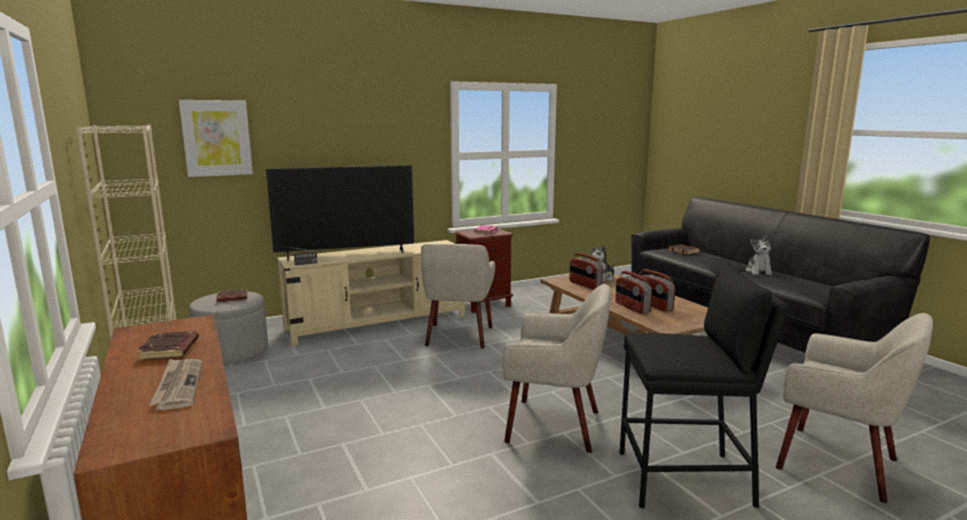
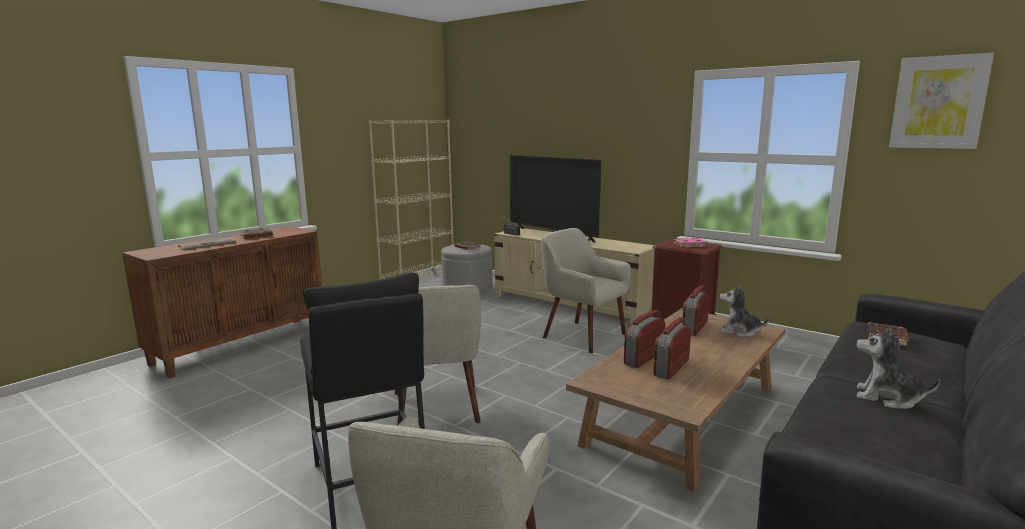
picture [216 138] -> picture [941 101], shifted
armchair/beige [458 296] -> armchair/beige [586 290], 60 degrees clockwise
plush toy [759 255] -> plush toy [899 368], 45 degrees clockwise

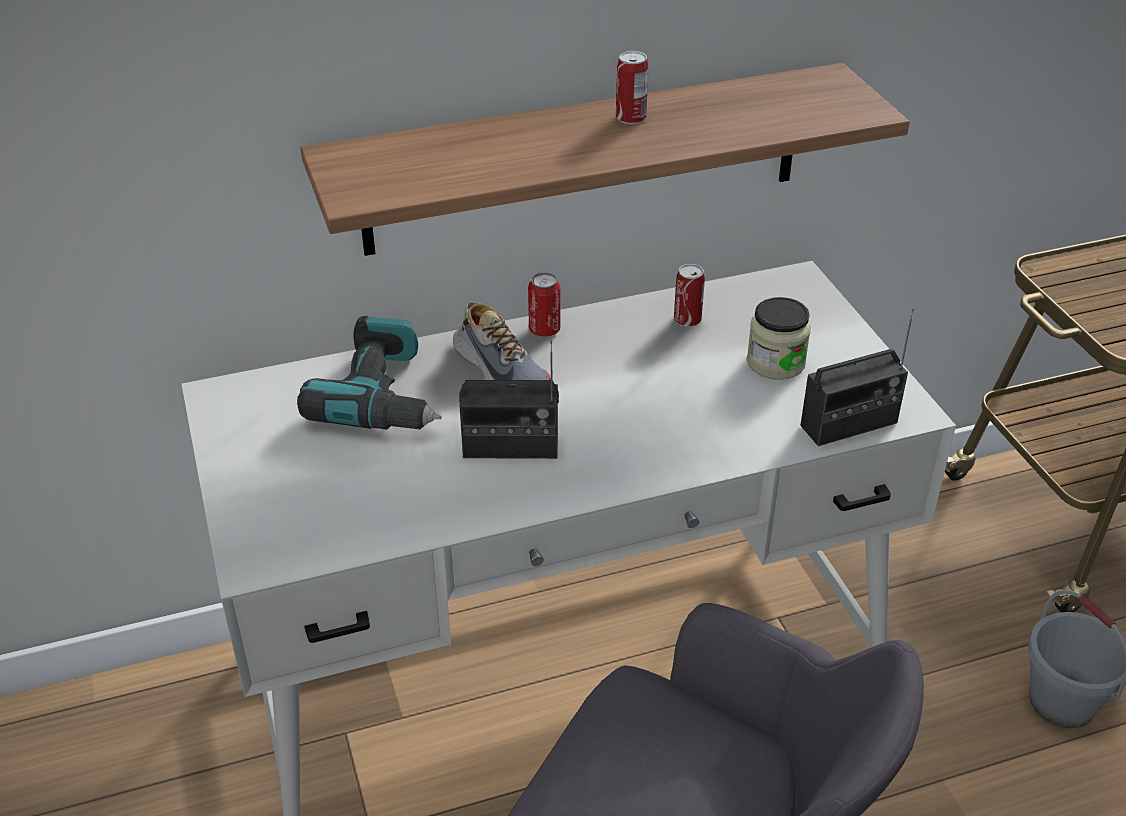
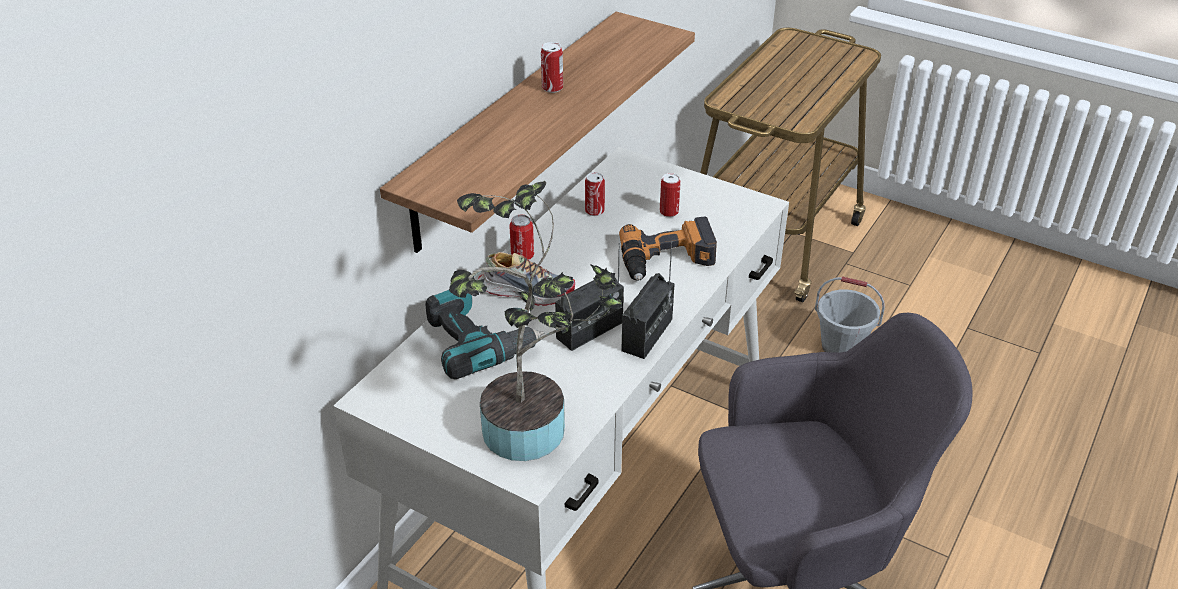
none -> potted plant [535 321]
none -> power drill [668 249]
radio [857 377] -> radio [647 300], shifted
jar [779 338] -> can [670 195]

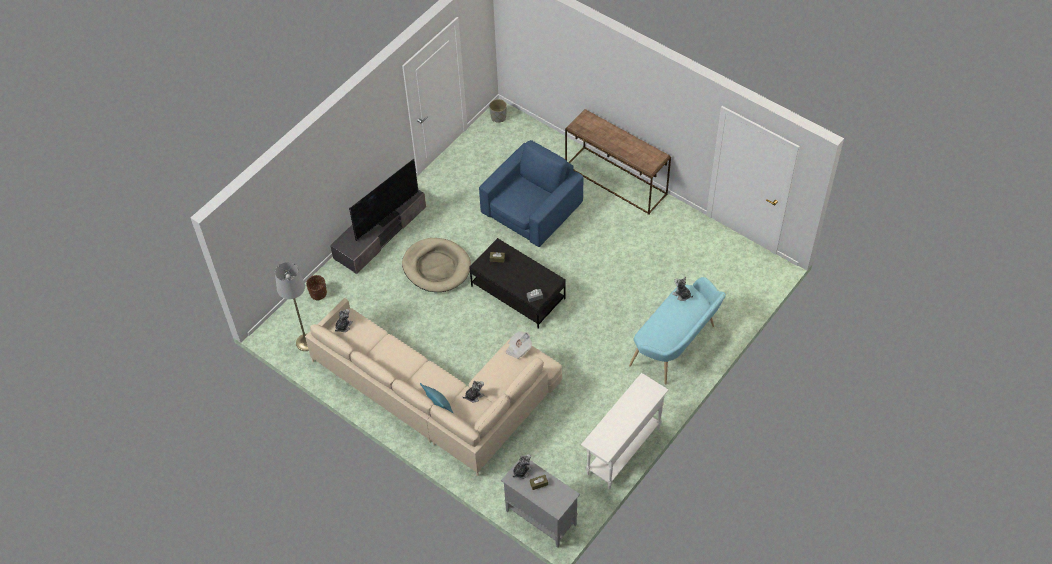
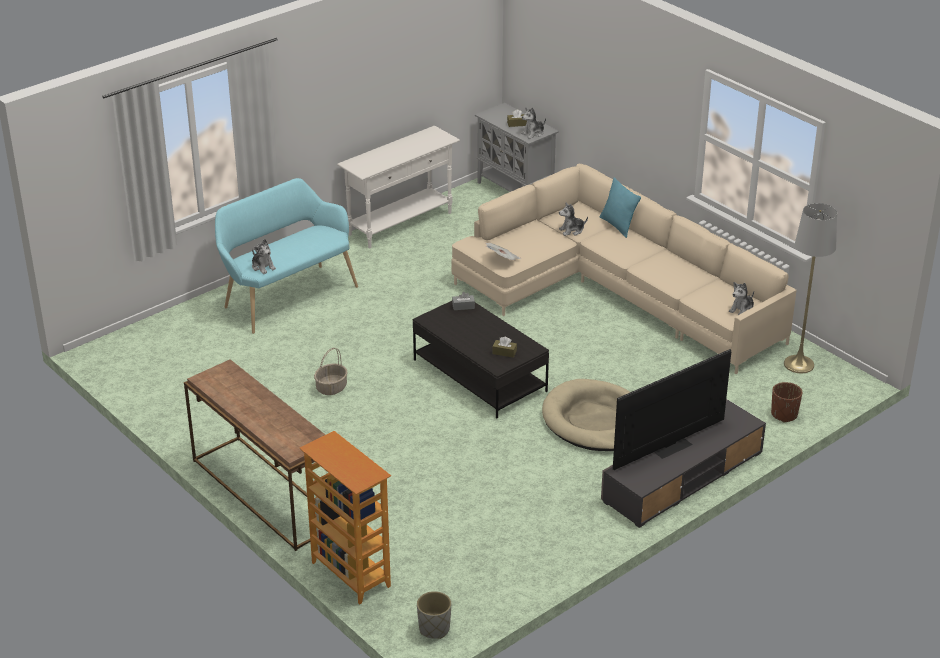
armchair/blue [531 193] -> none
none -> bookcase [345 518]
none -> basket [331 371]

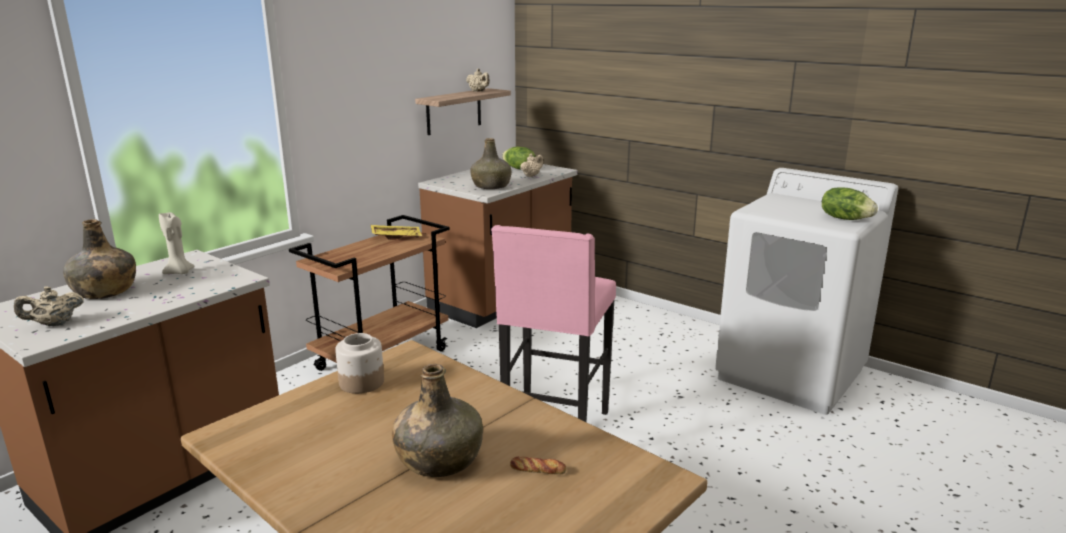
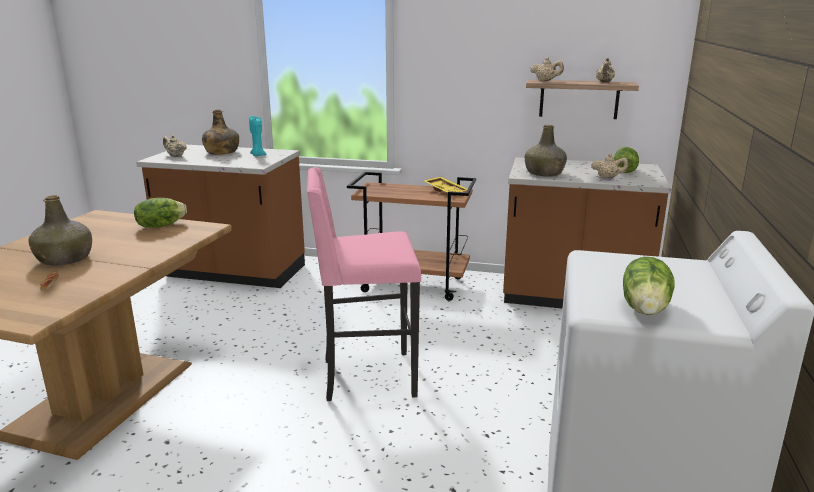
none -> teapot/beige [547 69]
jar [359 363] -> lettuce [160 213]
candle/beige [176 243] -> candle/turquoise [258 136]

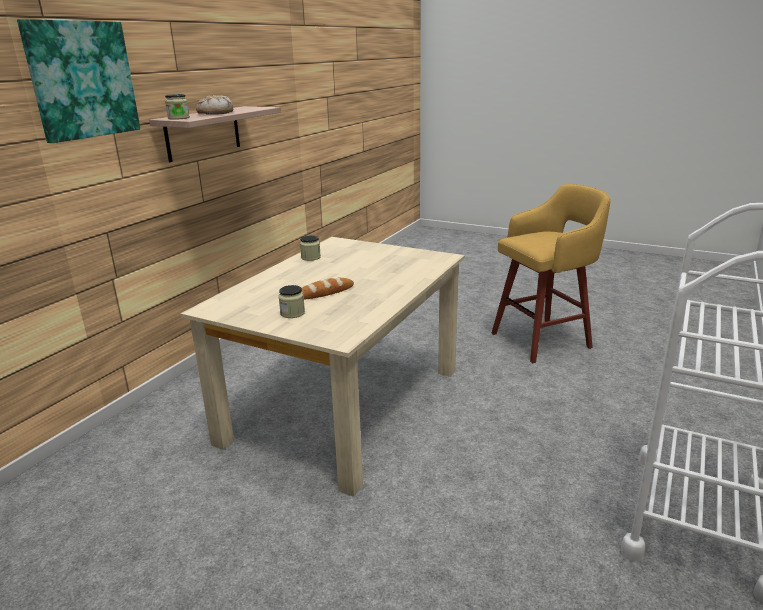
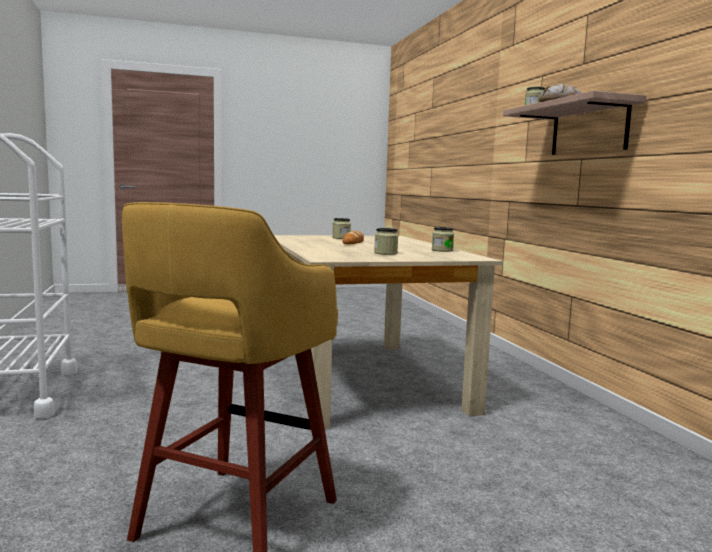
picture [78 81] -> none
none -> jar [386 241]

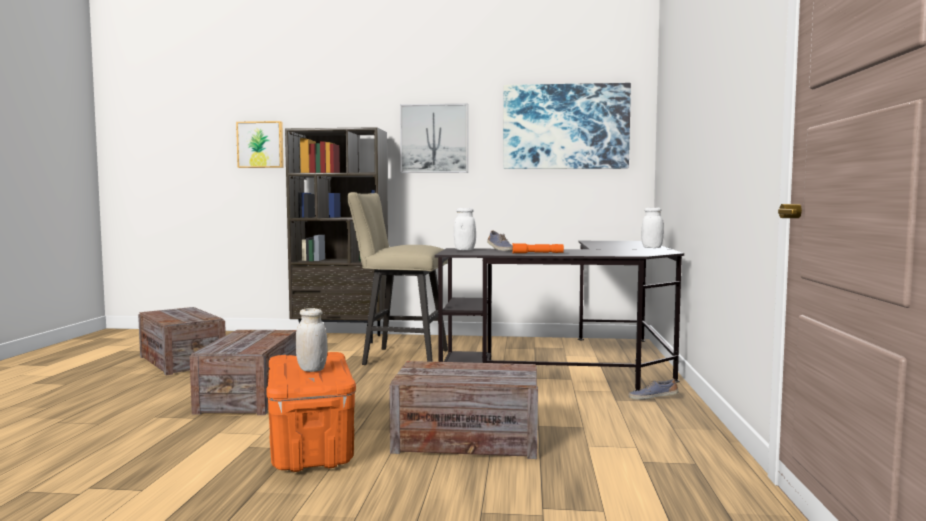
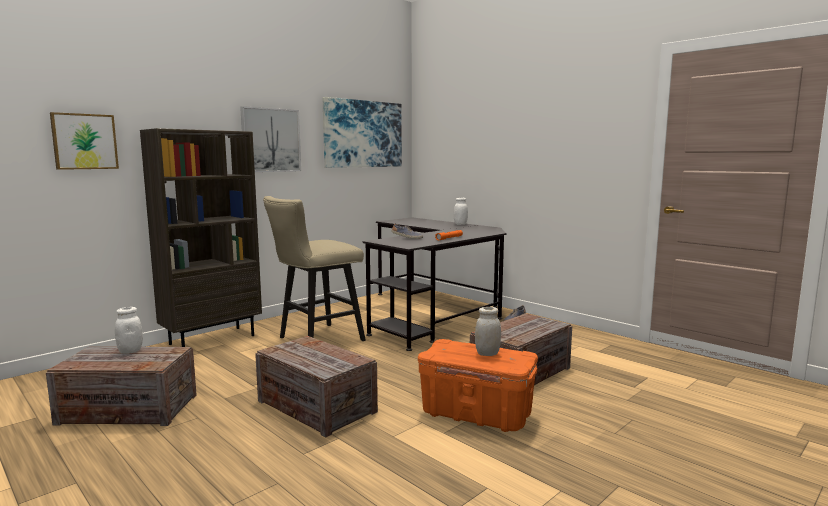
jar/white [465 229] -> jar/white [129 330], shifted

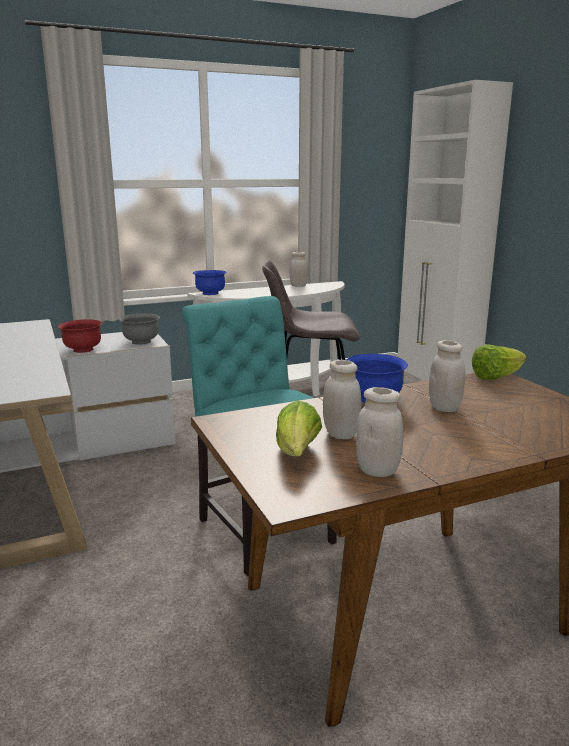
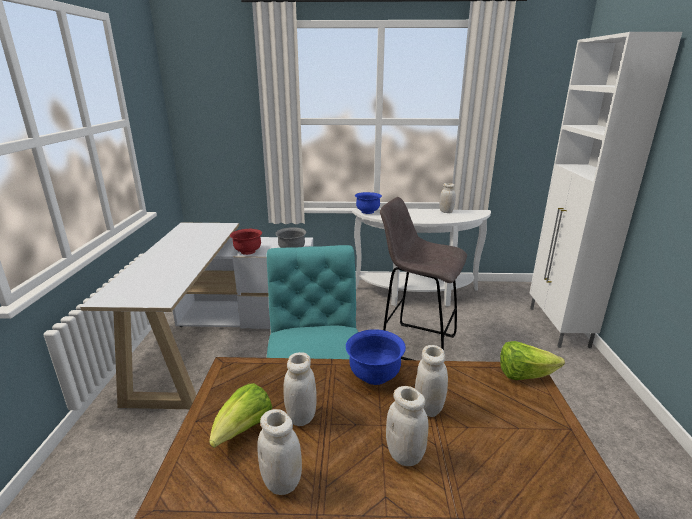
none -> jar/white [407 426]

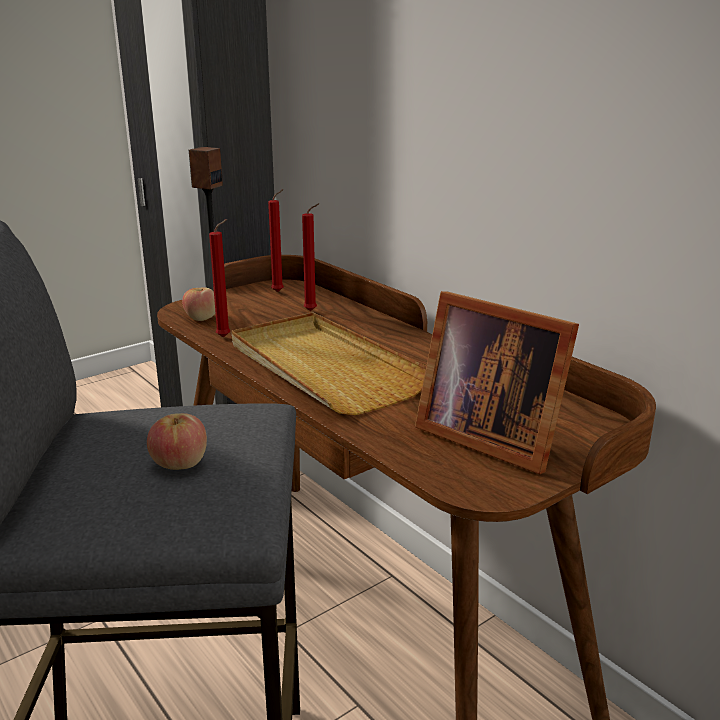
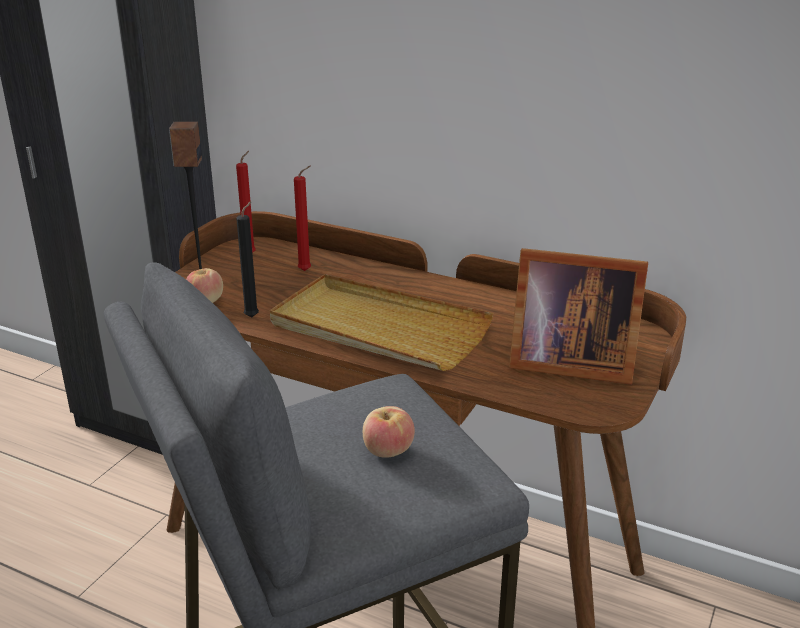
candle/red [219 278] -> candle/black [247 259]

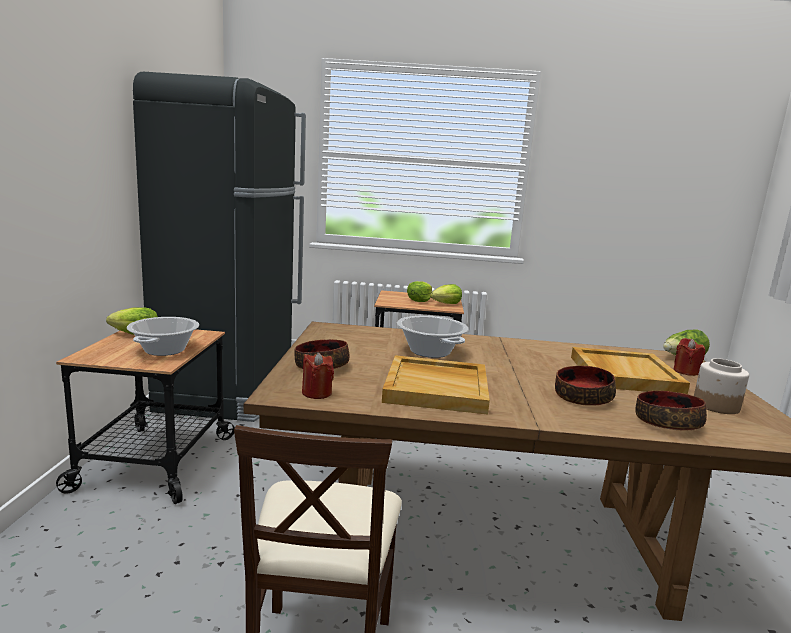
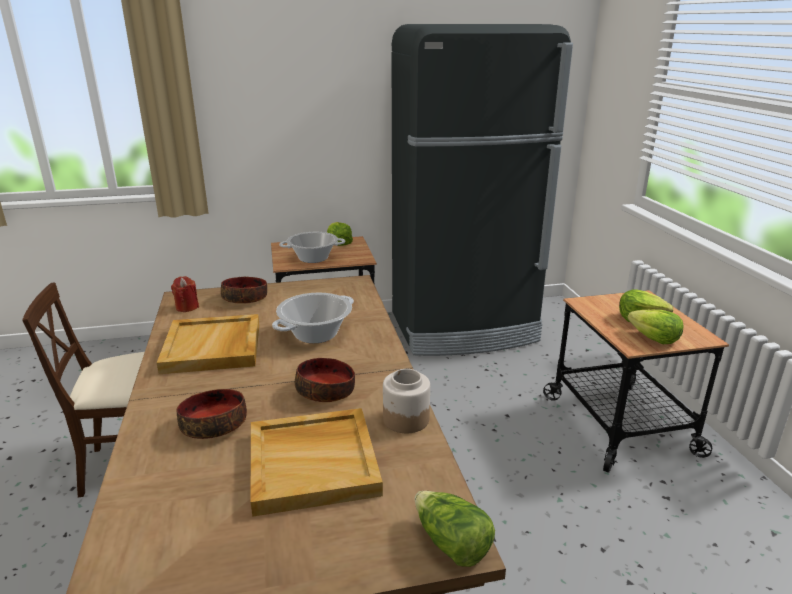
candle/red [689 357] -> none
bowl [671 410] -> bowl [325 380], shifted
jar [721 386] -> jar [406 401], shifted

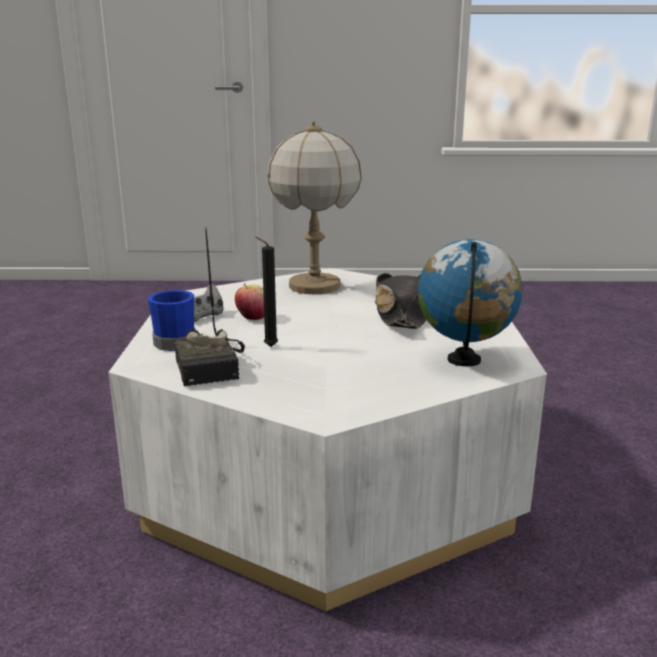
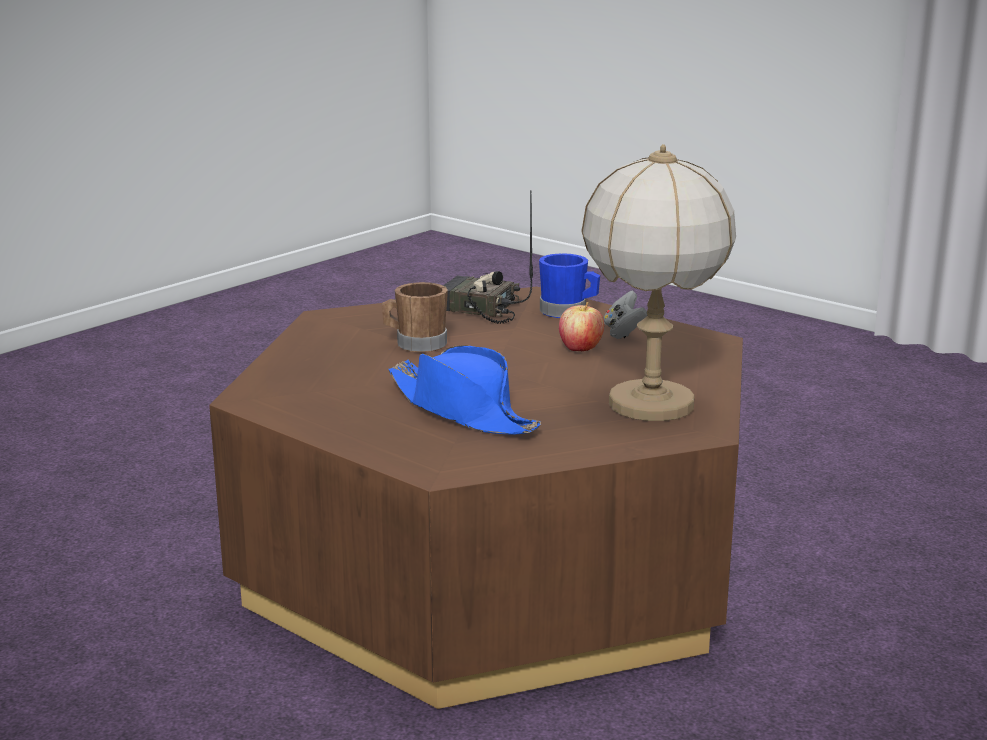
candle/black [266 292] -> none
globe [470 302] -> none
none -> mug/brown [415 317]
coffee table/white [327 439] -> coffee table/brown [476 497]
hat/black [400 301] -> hat/blue [464 390]

